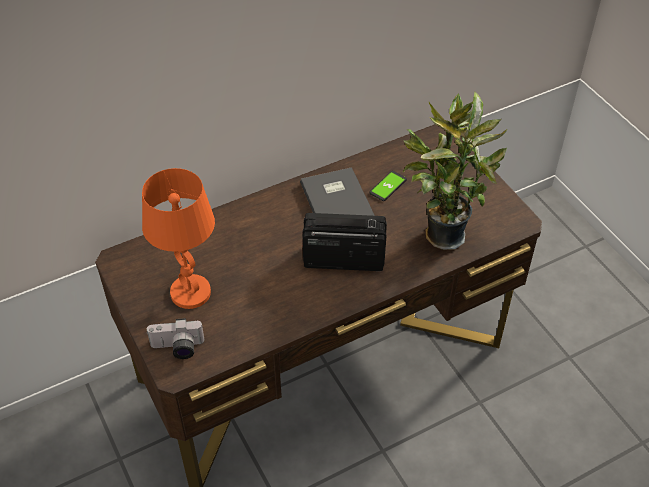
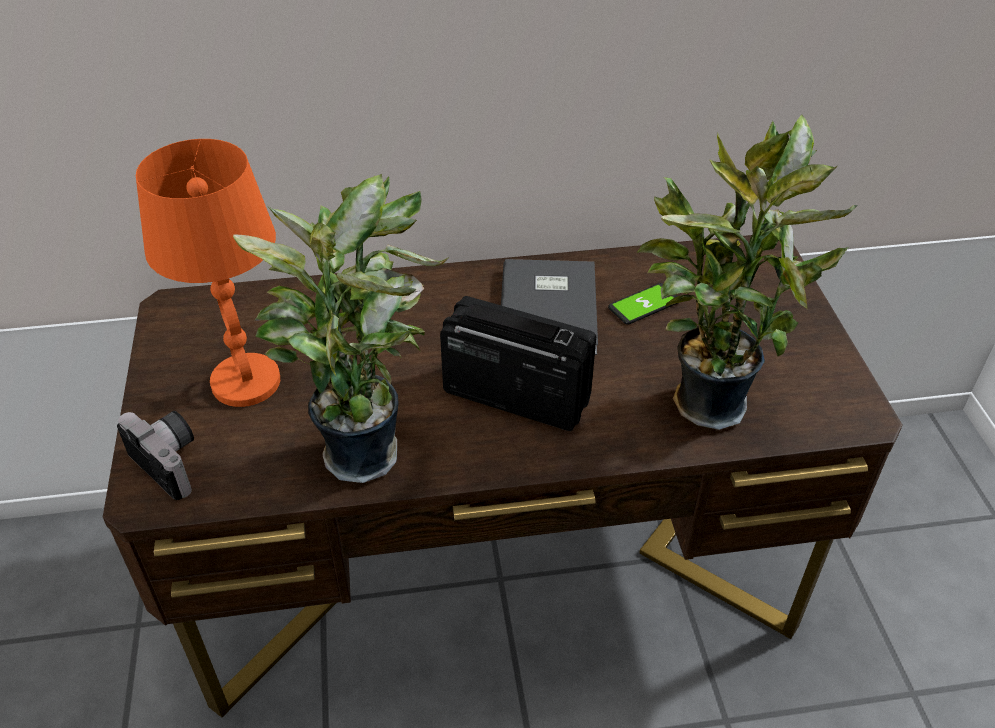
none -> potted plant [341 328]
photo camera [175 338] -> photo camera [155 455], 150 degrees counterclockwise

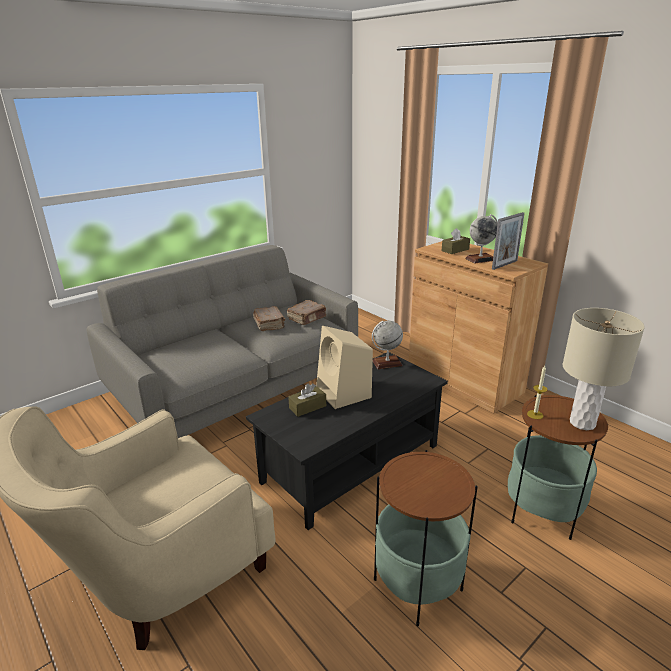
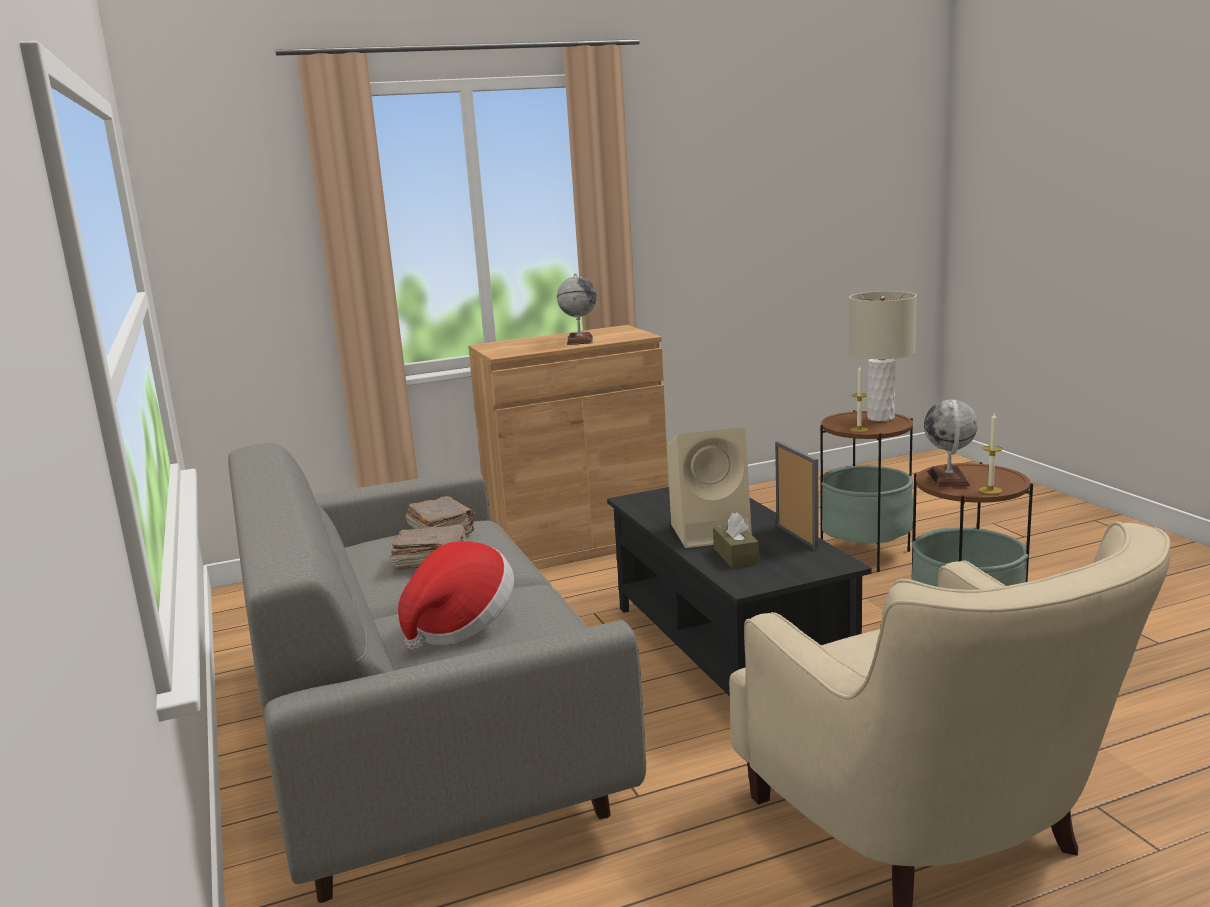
tissue box/brown [456 241] -> none
none -> hat [456 596]
none -> candle [990 453]
globe [387 345] -> globe [951 443], shifted
picture frame [508 241] -> picture frame [797 495], shifted

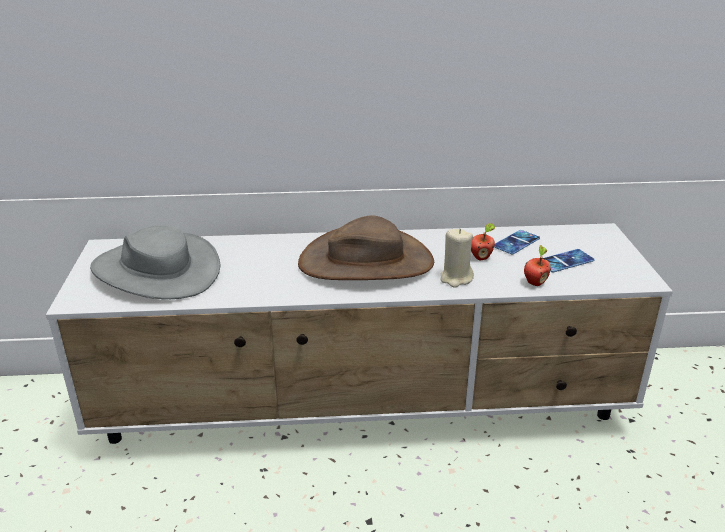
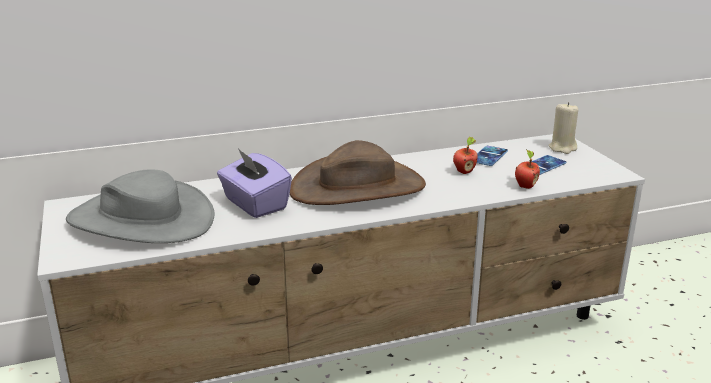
none -> tissue box/purple [254 184]
candle/beige [457 258] -> candle/beige [563 128], shifted

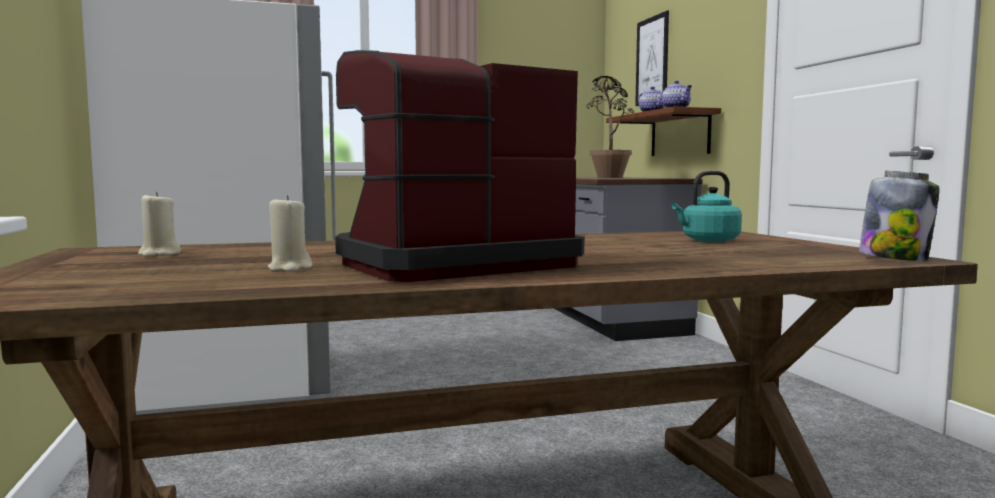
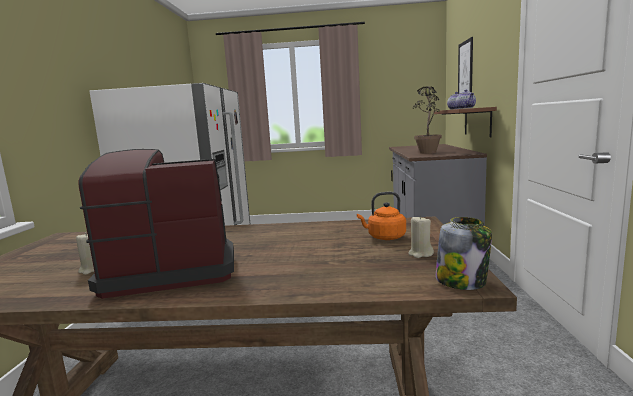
candle/beige [159 224] -> candle/beige [421 236], shifted
kettle/turquoise [707 206] -> kettle/orange [381 216]

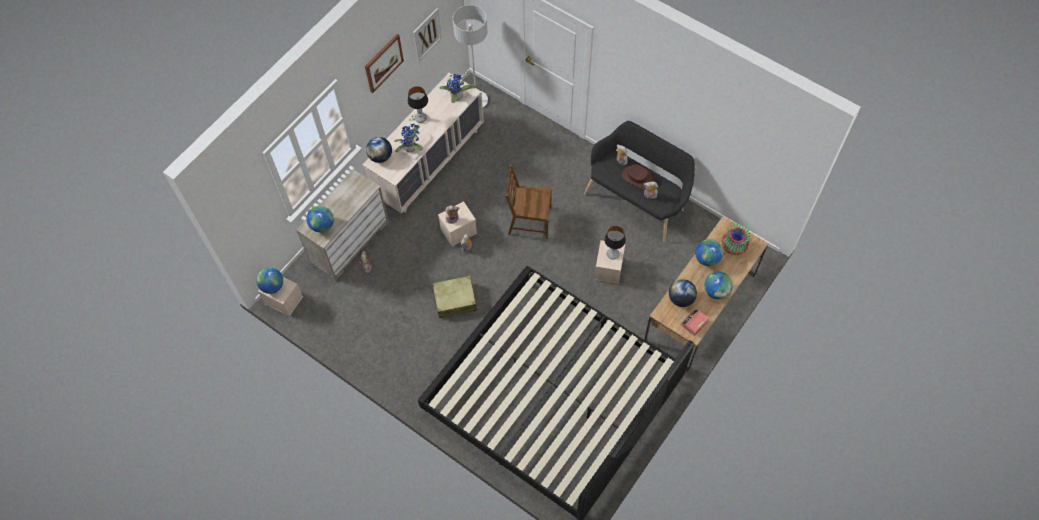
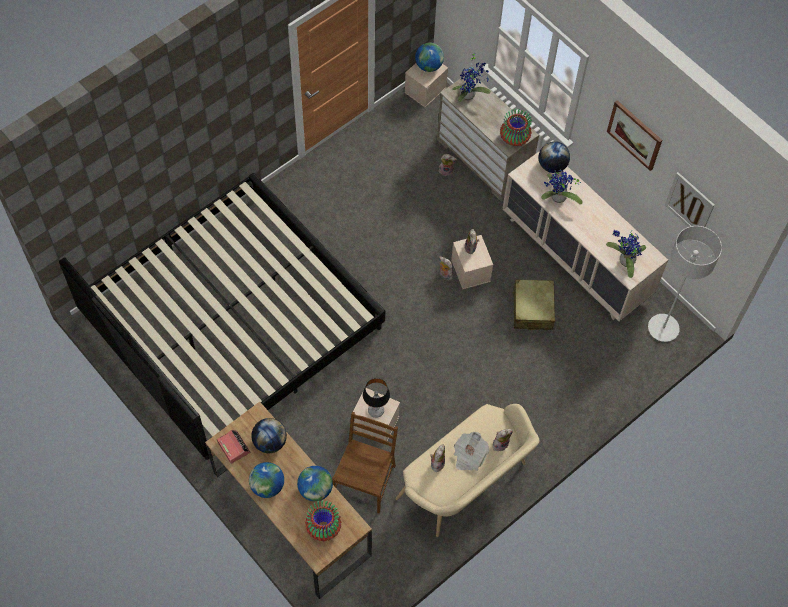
table lamp [418 104] -> none
none -> vase [516 128]
suitcase/beige [455 297] -> suitcase/beige [534 304], shifted
chair/brown [528 202] -> chair/brown [365 462], shifted
globe [320 219] -> potted plant [471 76]
hat/brown [637 176] -> newspaper [471 451]
bench/black [639 181] -> bench/beige [467 470]

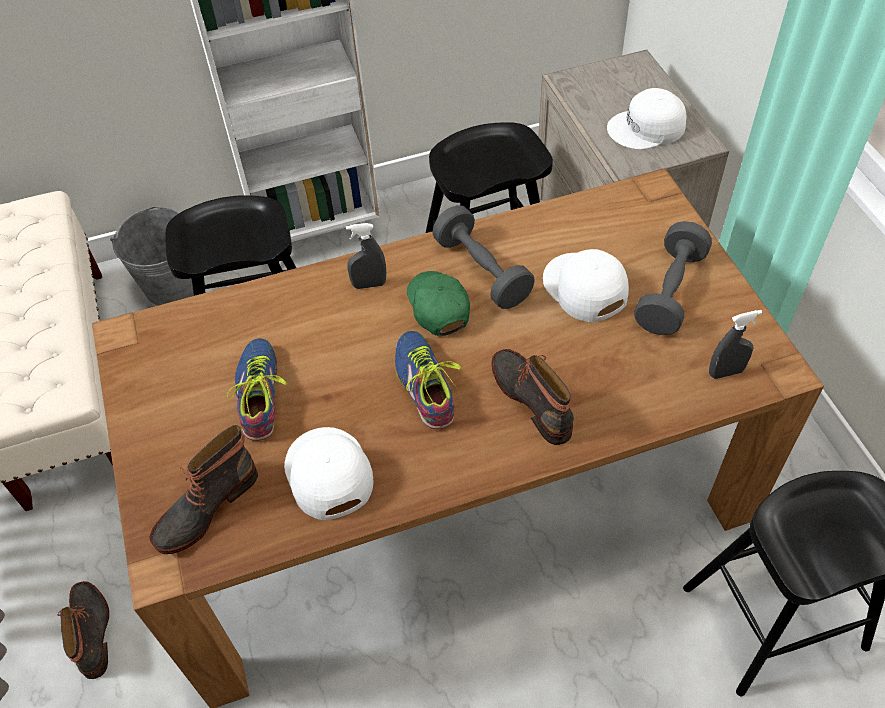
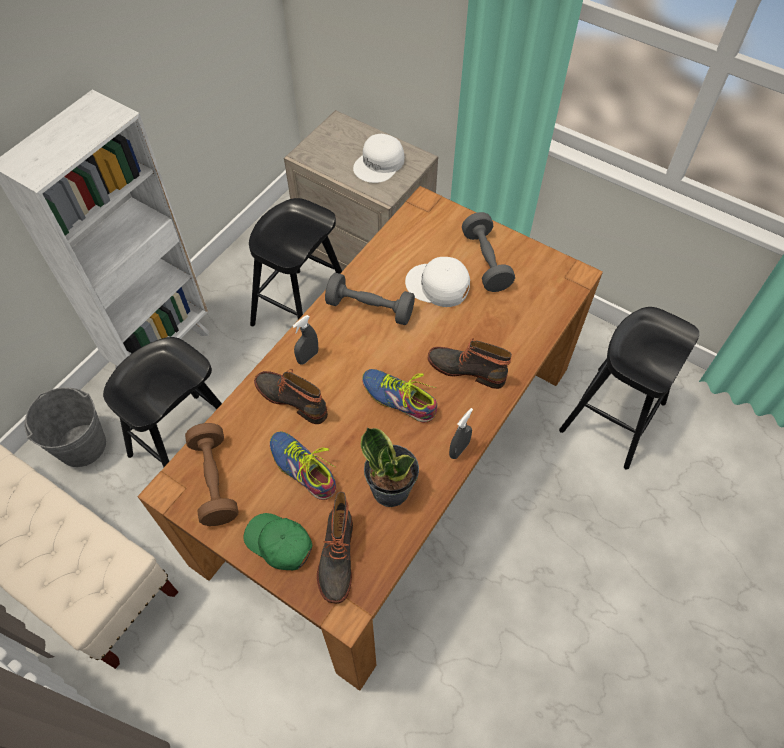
none -> dumbbell/brown [211 474]
boot [83 630] -> boot [291 396], shifted
cap/green [438 303] -> cap/green [277 541], shifted
spray bottle/grey [735 344] -> spray bottle/grey [461 433], shifted
cap/white [329 473] -> potted plant [390 467]

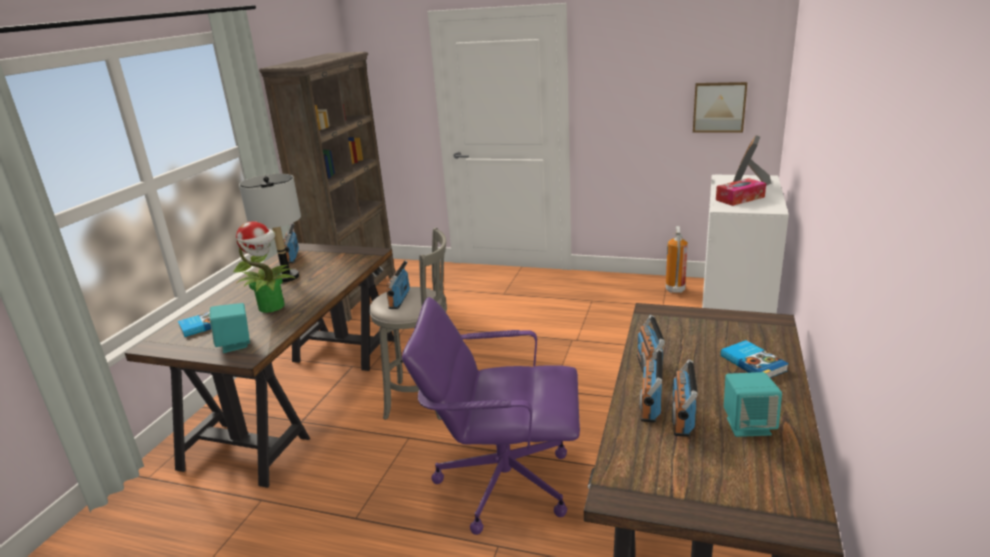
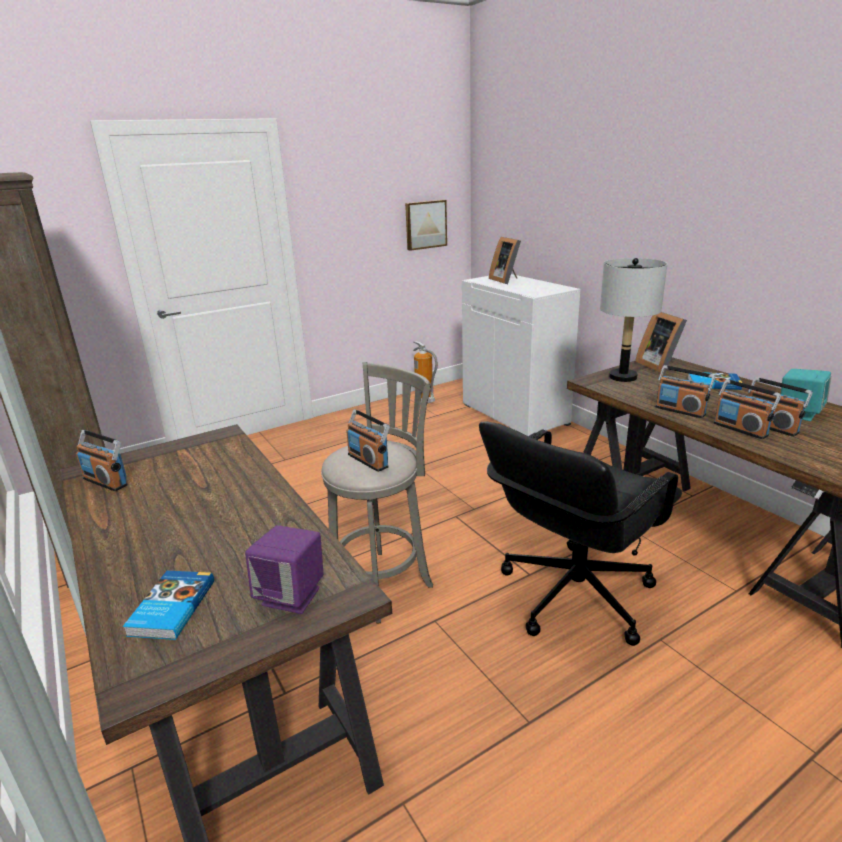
potted plant [264 267] -> none
tissue box [741 192] -> none
none -> picture frame [661 343]
table lamp/grey [270 228] -> table lamp/grey [633 320], shifted
speaker/turquoise [229 328] -> speaker/purple [284 569]
office chair/purple [491 416] -> office chair/black [580 533]

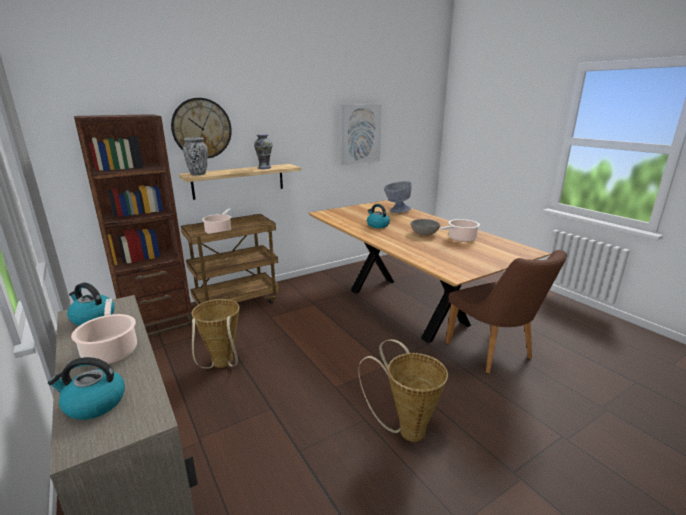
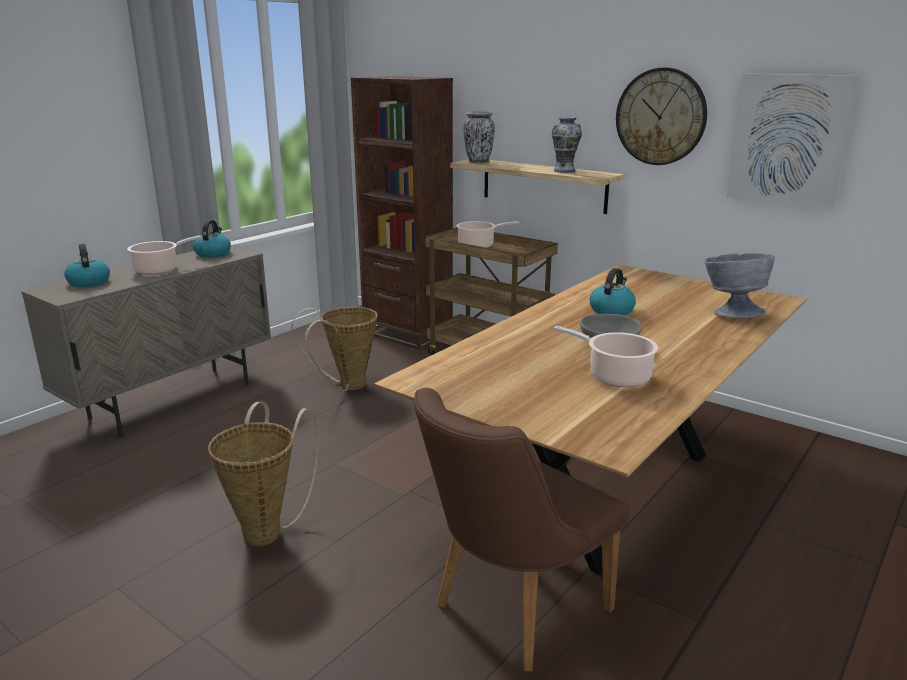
wall clock [201 128] -> wall clock [661 116], shifted

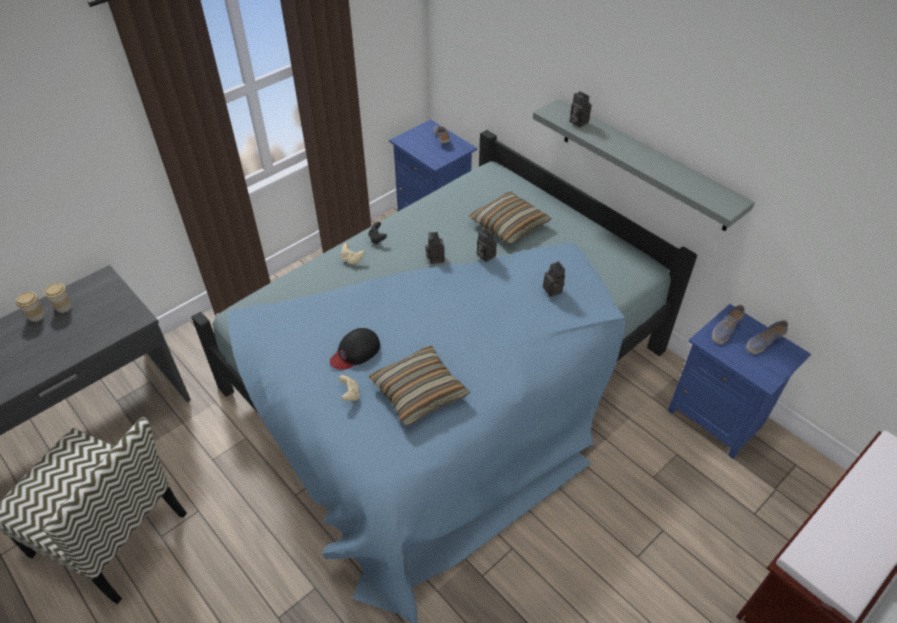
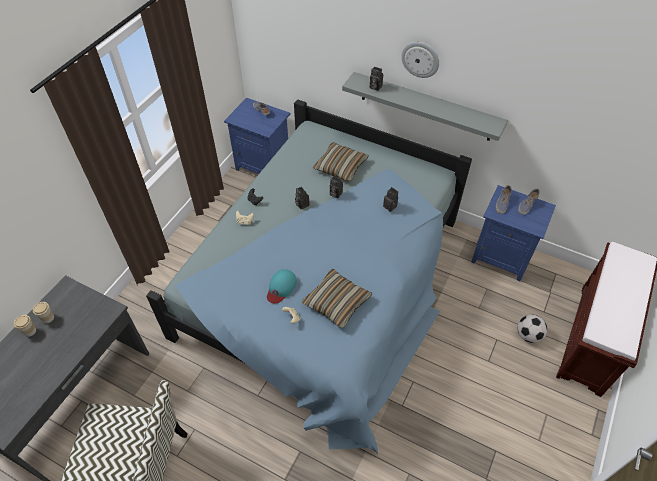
none -> wall clock [420 60]
none -> football [532 328]
cap/black [355 349] -> cap/turquoise [282 286]

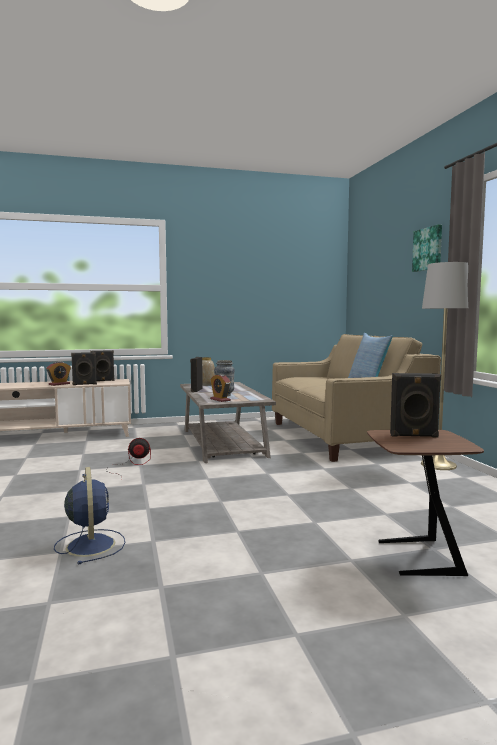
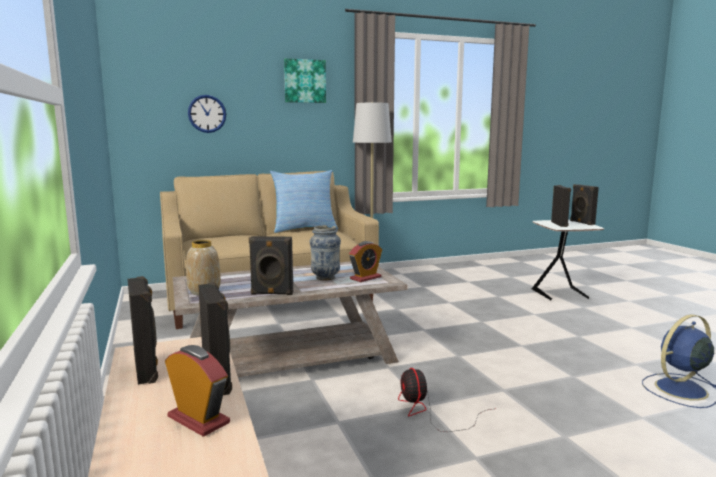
none -> wall clock [207 114]
none -> speaker/black [584 204]
side table/brown [425 503] -> side table/white [568 260]

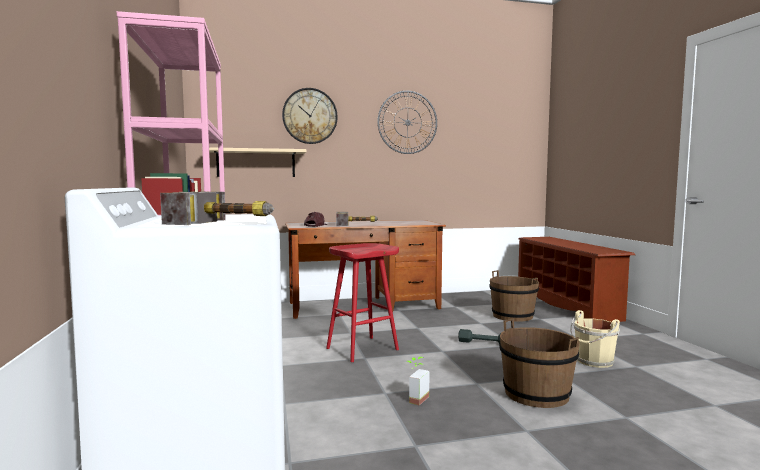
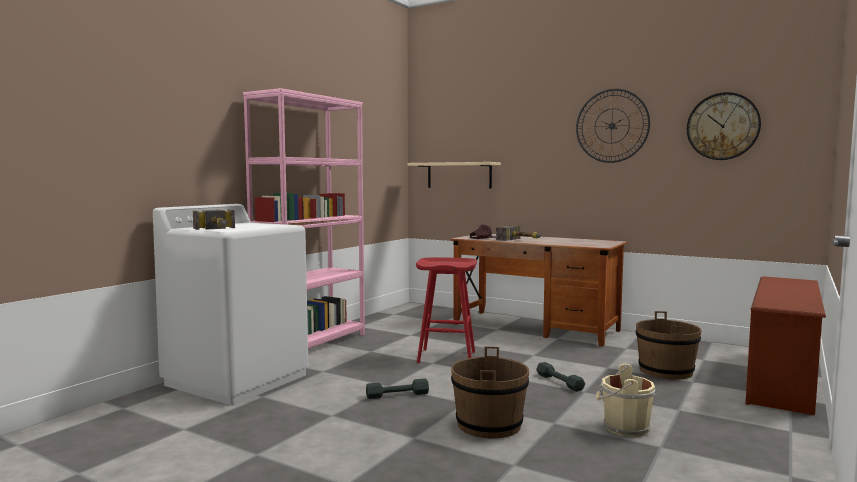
wall clock [310 116] -> wall clock [724 126], shifted
potted plant [418 381] -> dumbbell/grey [397 389]

